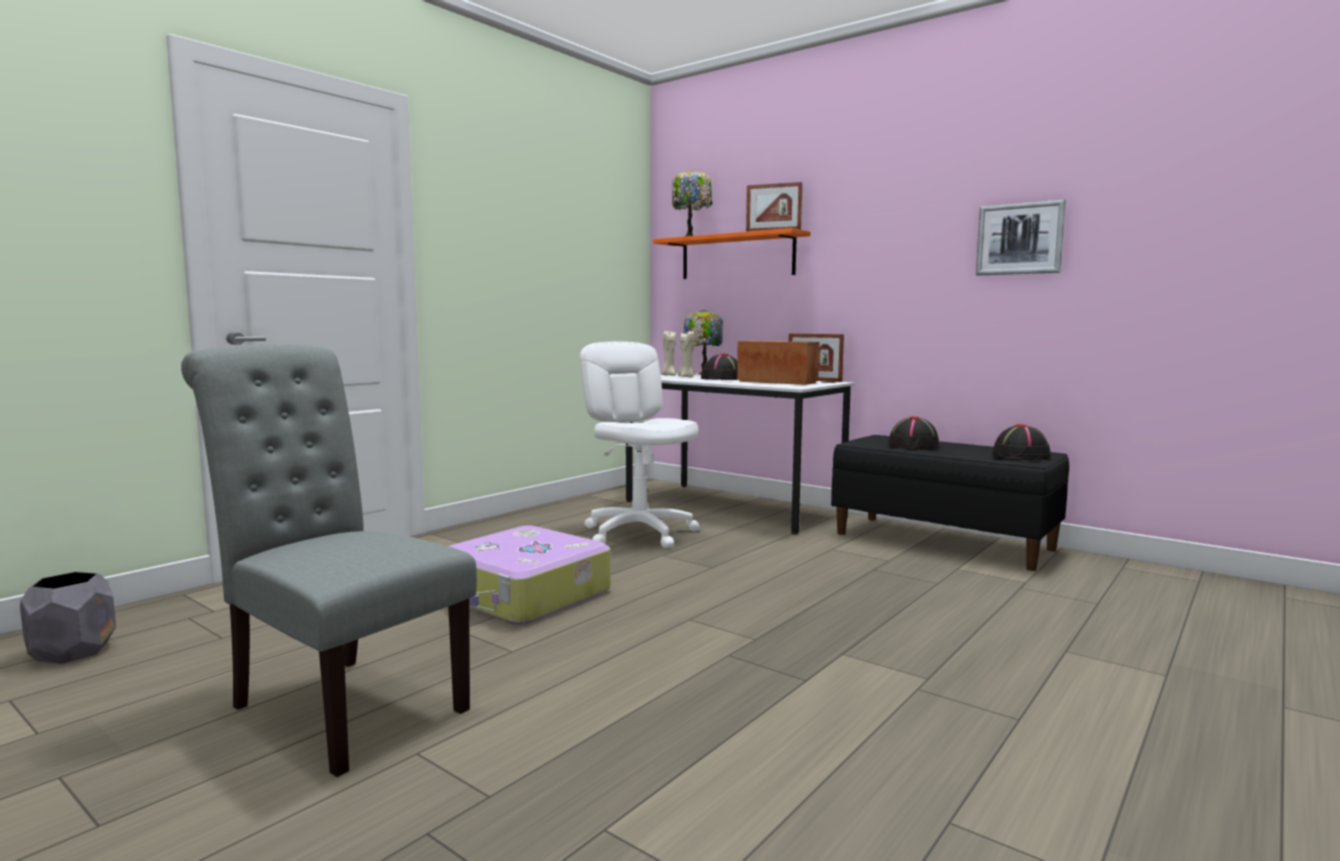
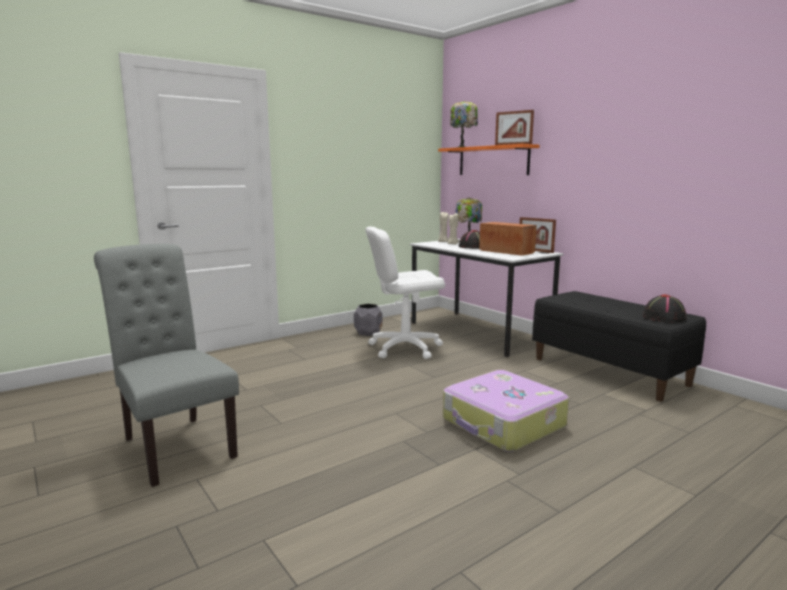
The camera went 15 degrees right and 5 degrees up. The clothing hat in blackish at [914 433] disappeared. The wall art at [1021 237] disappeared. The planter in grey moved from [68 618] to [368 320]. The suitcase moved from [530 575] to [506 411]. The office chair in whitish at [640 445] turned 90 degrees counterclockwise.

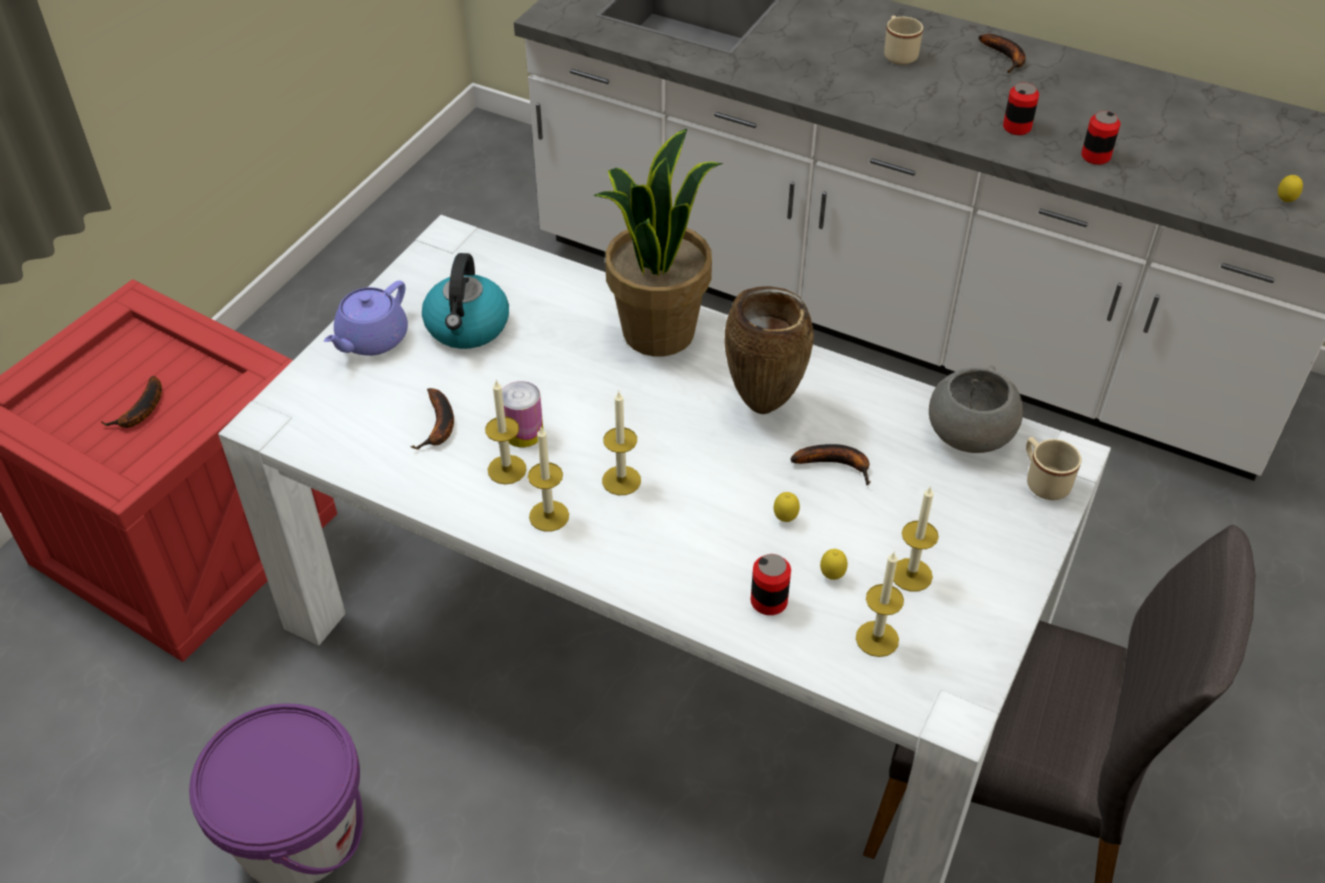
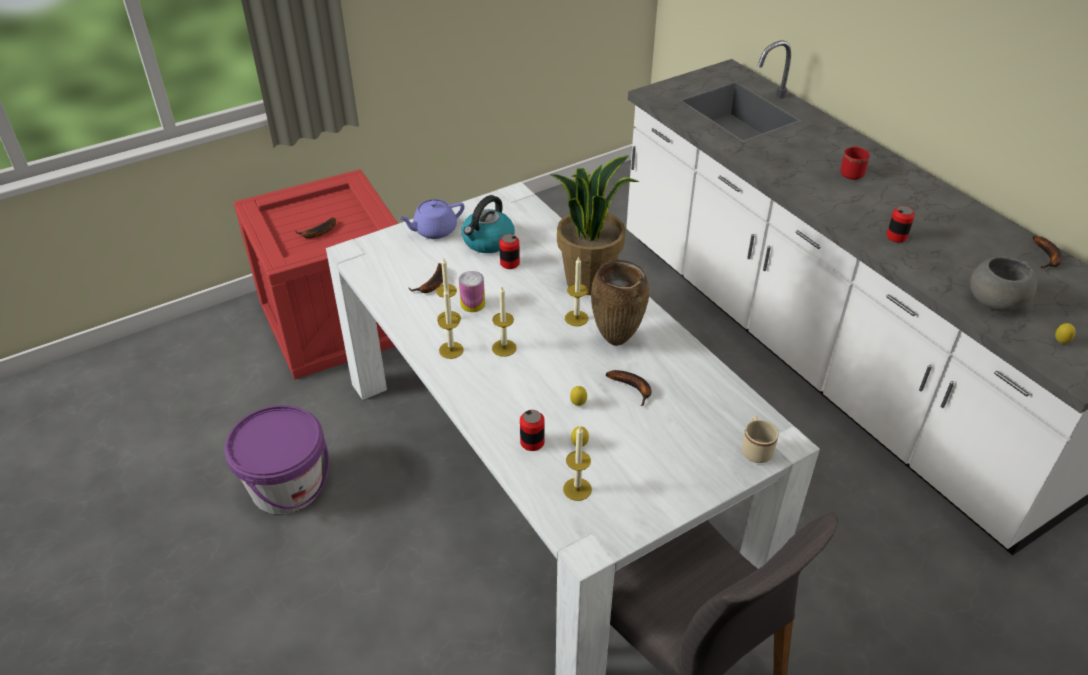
The camera went 30 degrees right and 5 degrees down. The wax light moved from [916 539] to [577 291]. The deep dish in grey moved from [976 409] to [1003 283]. The whole banana moved from [1002 53] to [1048 252]. The can moved from [1100 138] to [509 251]. The tea mug in sand-coloured at [903 40] became the tea mug in reddish at [855 163].

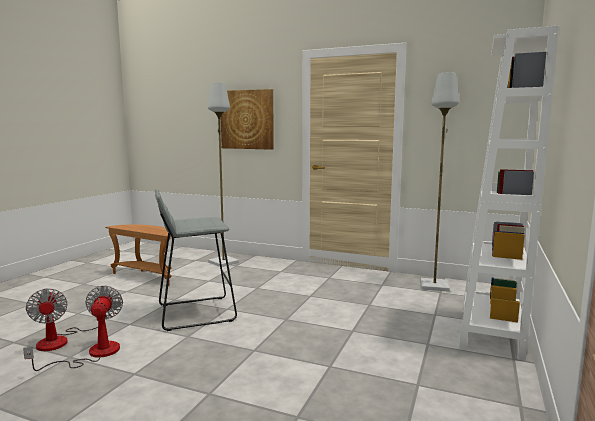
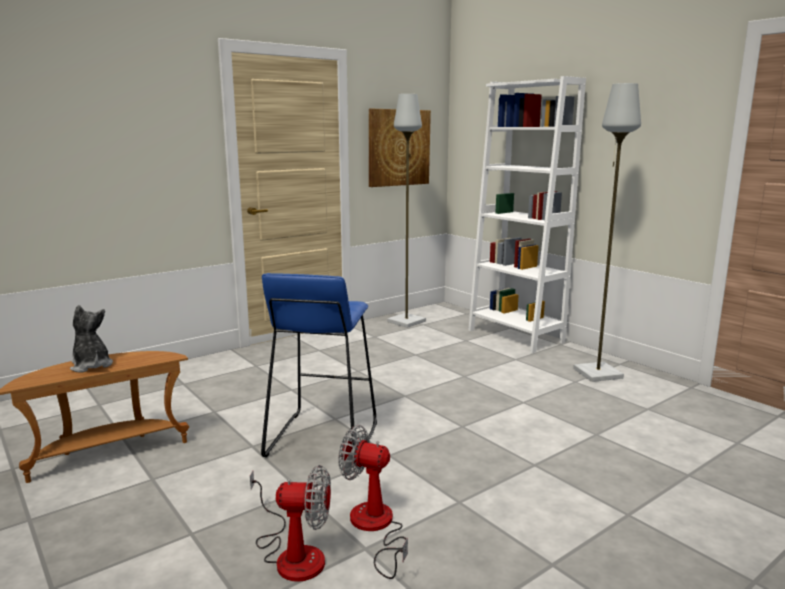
The camera went 60 degrees left and 5 degrees up. The plush toy at [91 338] appeared. The standard lamp in grey moved from [223 174] to [607 232]. The wall art moved from [247 119] to [400 148]. The sitting stool in grey at [196 260] became the sitting stool in bluish at [319 368].

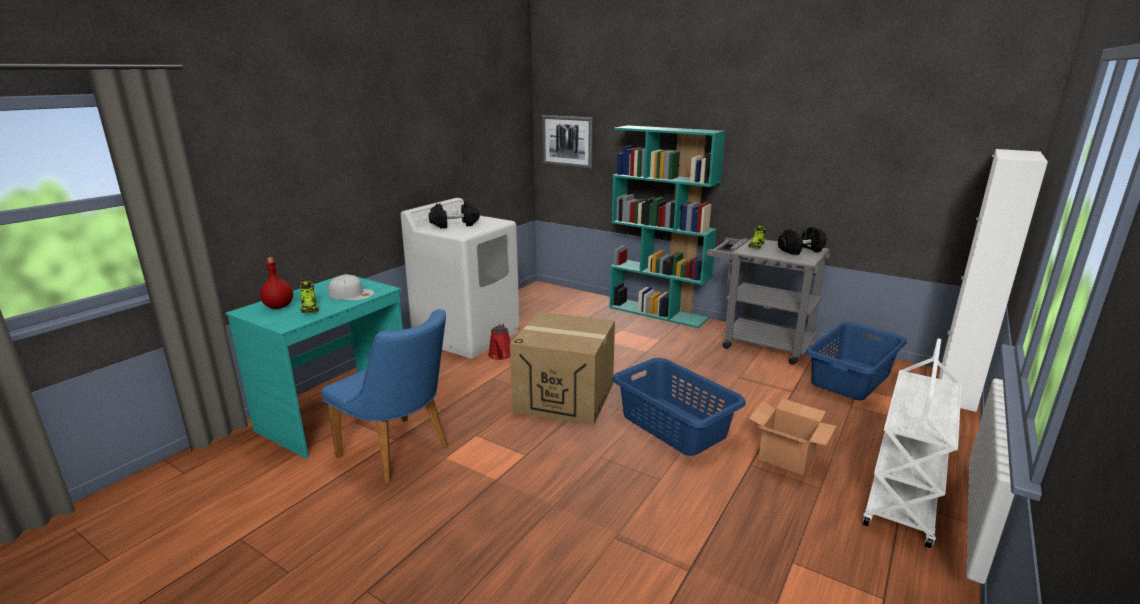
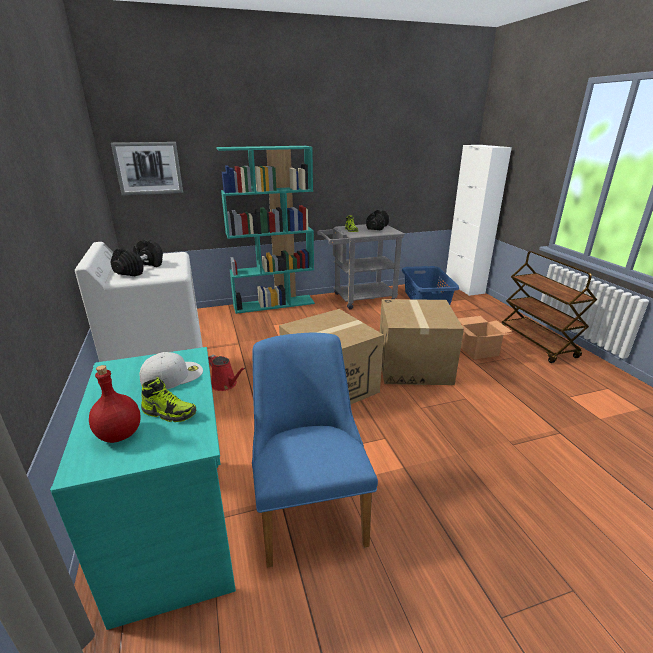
The camera went 50 degrees left and 5 degrees up. The washing basket in bluish at [679 407] was replaced by the carton at [422 342]. The trolley in whitish at [912 443] became the trolley in brown-coloured at [549 307]. The plain chair in bluish at [384 396] turned 90 degrees counterclockwise.

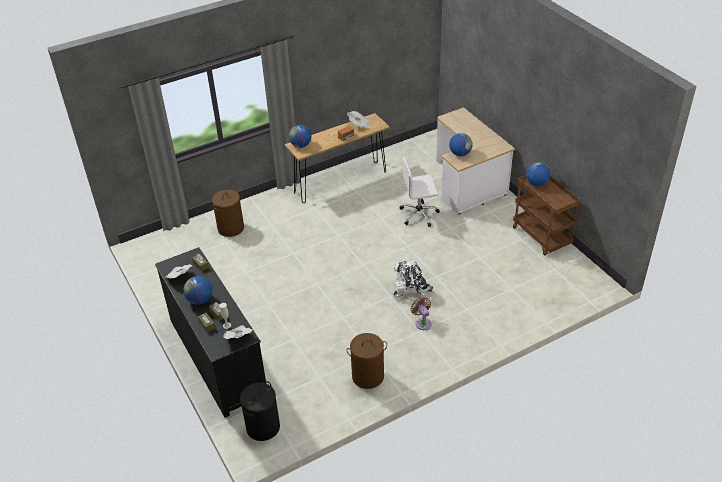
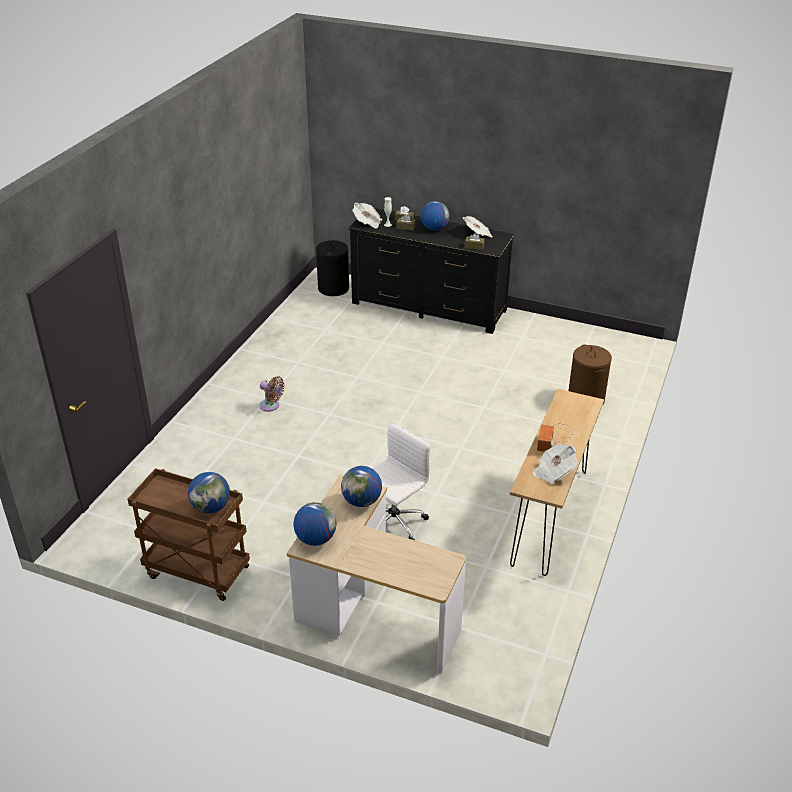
The camera went 140 degrees right and 5 degrees down. The washing basket in brown-coloured at [366 361] disappeared. The backpack in whitish at [413 282] disappeared. The world globe moved from [300 136] to [315 524].

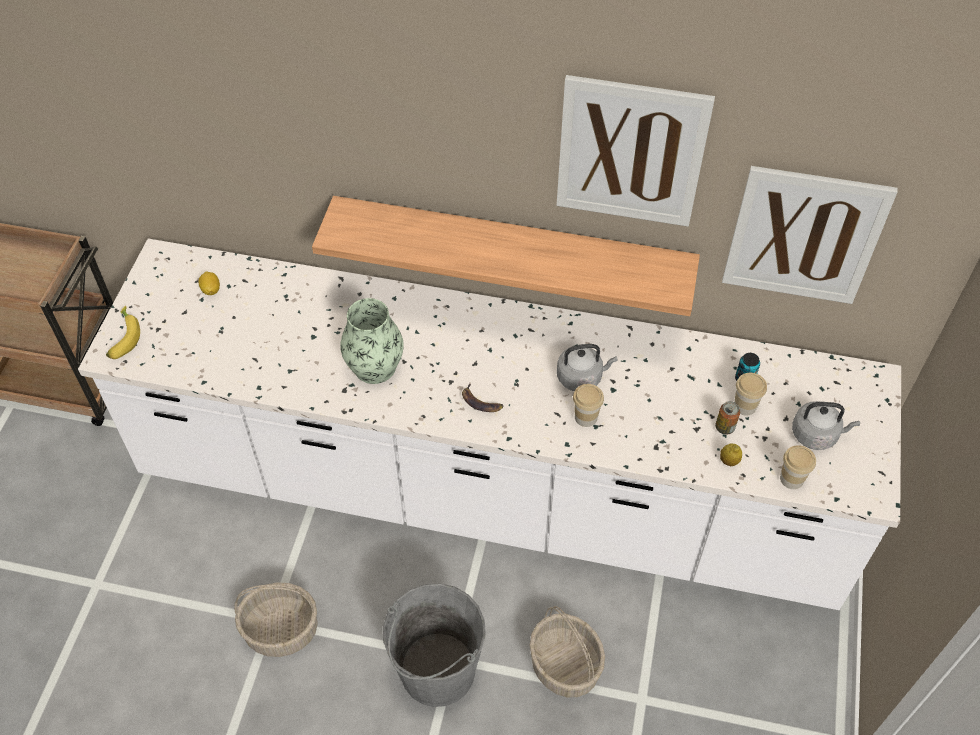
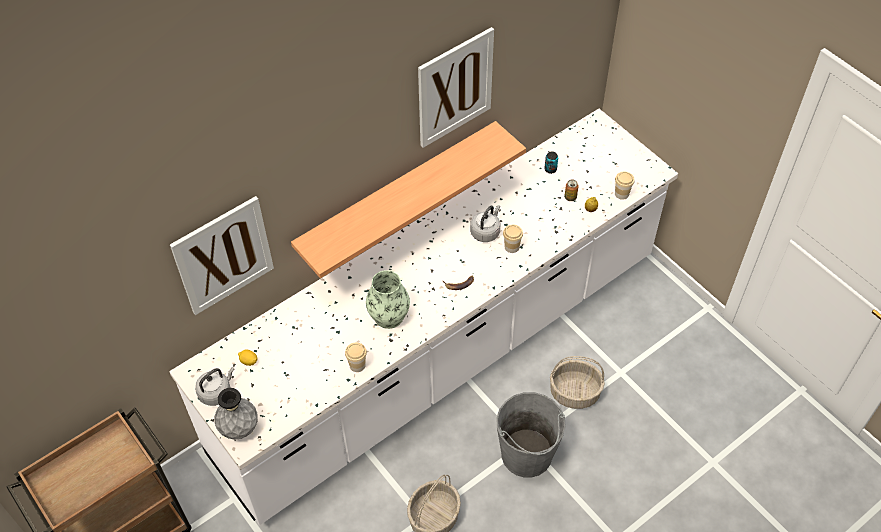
The camera went 50 degrees left and 0 degrees up. The wall art moved from [810 235] to [222 255]. The drinking cup moved from [750 394] to [356 357]. The tea kettle in grey moved from [826 425] to [215 386]. The whole banana at [123 332] was replaced by the vase in grey at [236 414].

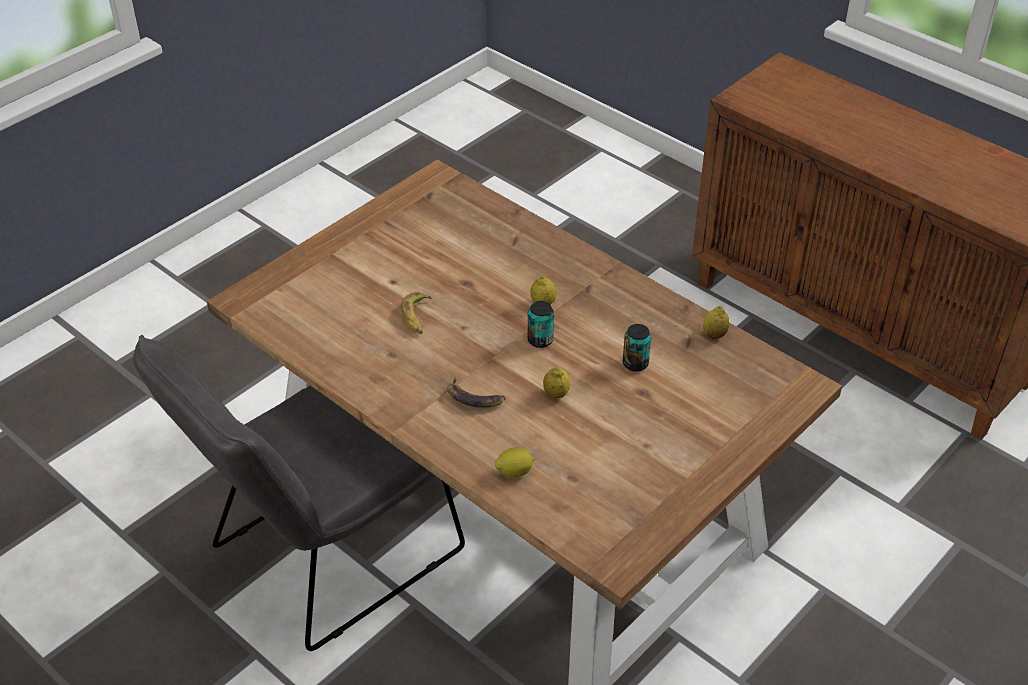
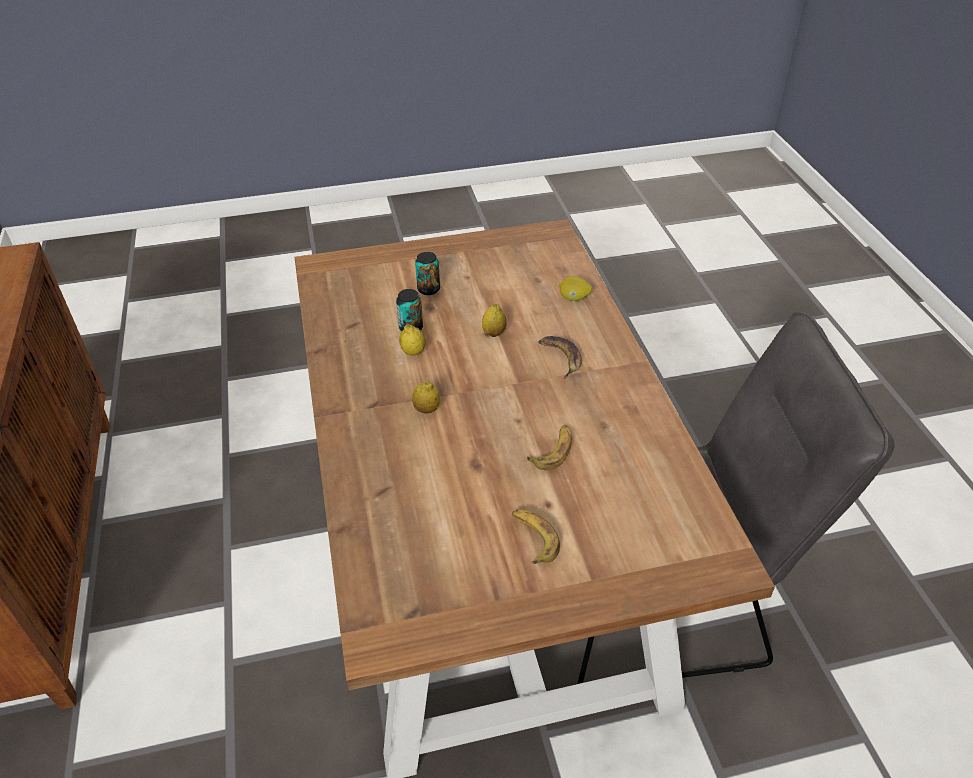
The camera went 145 degrees left and 0 degrees up. The whole banana at [536 536] appeared. The can moved from [541 324] to [427 273]. The lemon moved from [716 322] to [412 339].

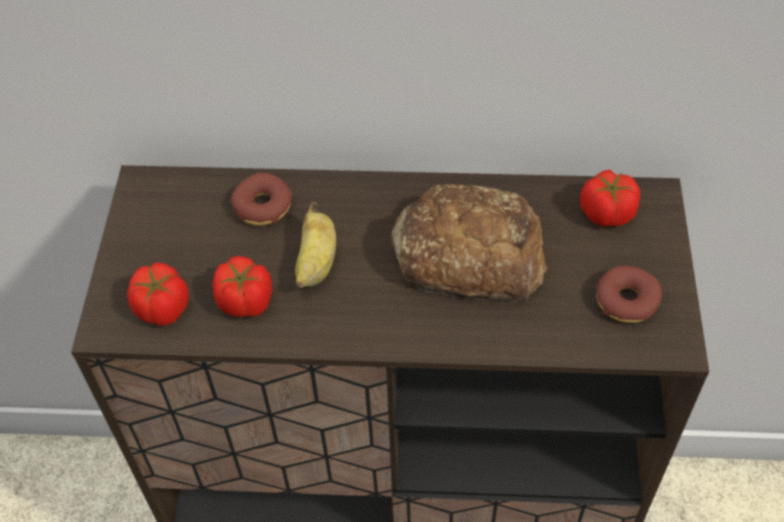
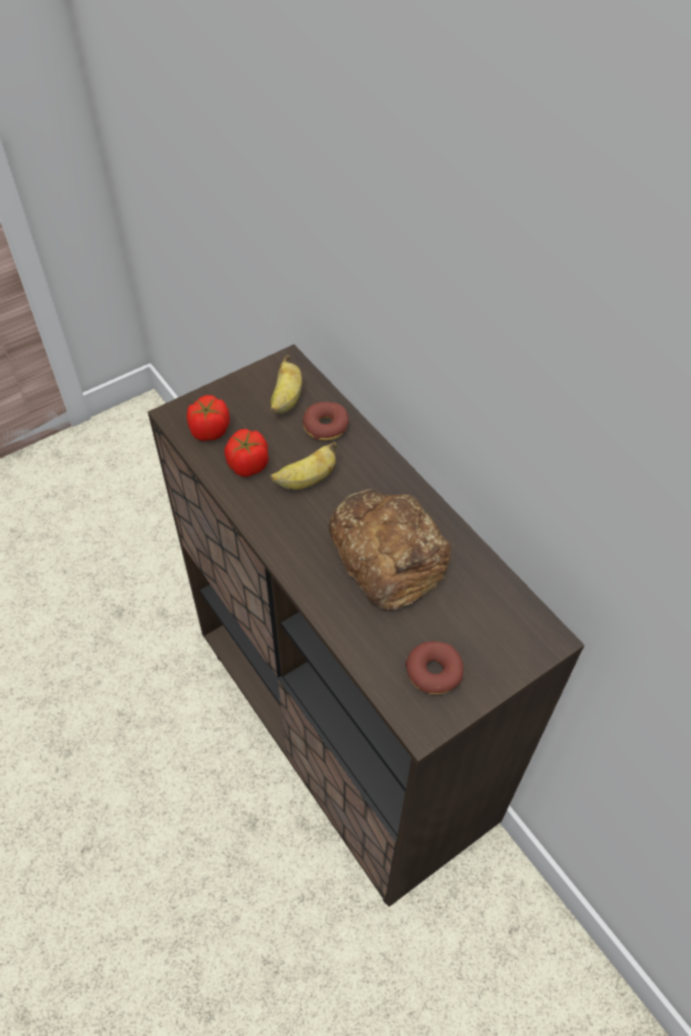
The camera went 50 degrees right and 0 degrees up. The whole tomato at [610 198] disappeared. The whole banana at [286 384] appeared.

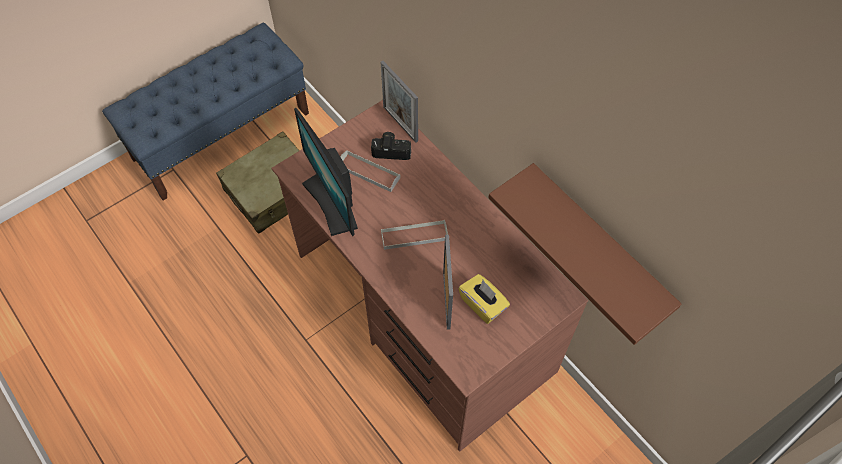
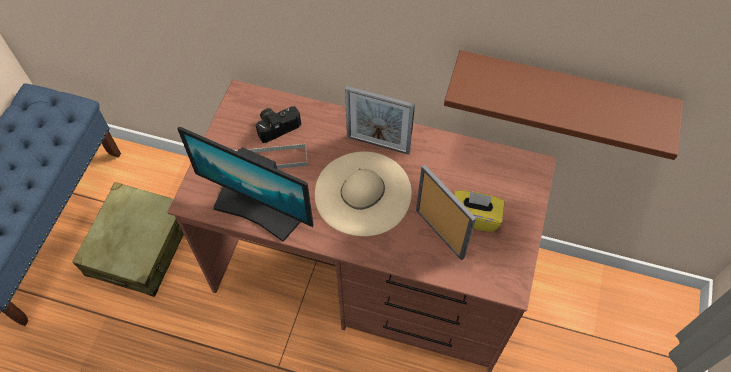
The camera went 35 degrees left and 0 degrees up. The standing frame moved from [399 102] to [380 120]. The tray in grey at [414 235] was replaced by the clothing hat in sand-coloured at [363 193].

